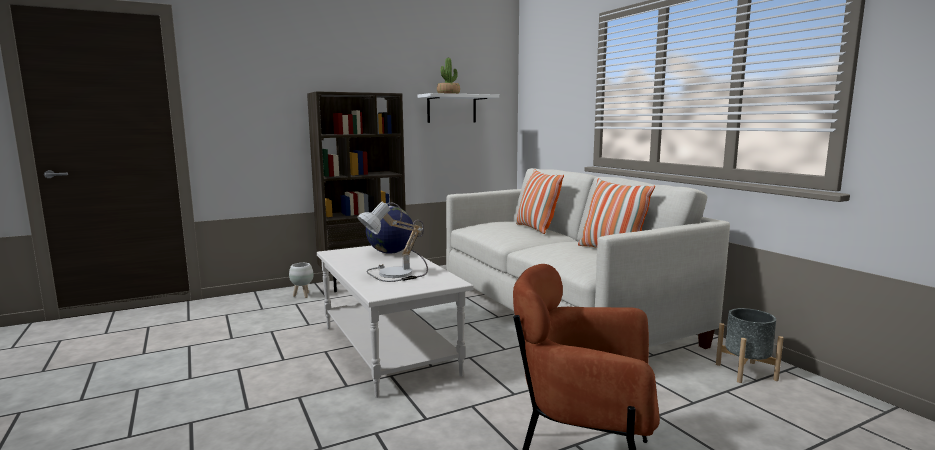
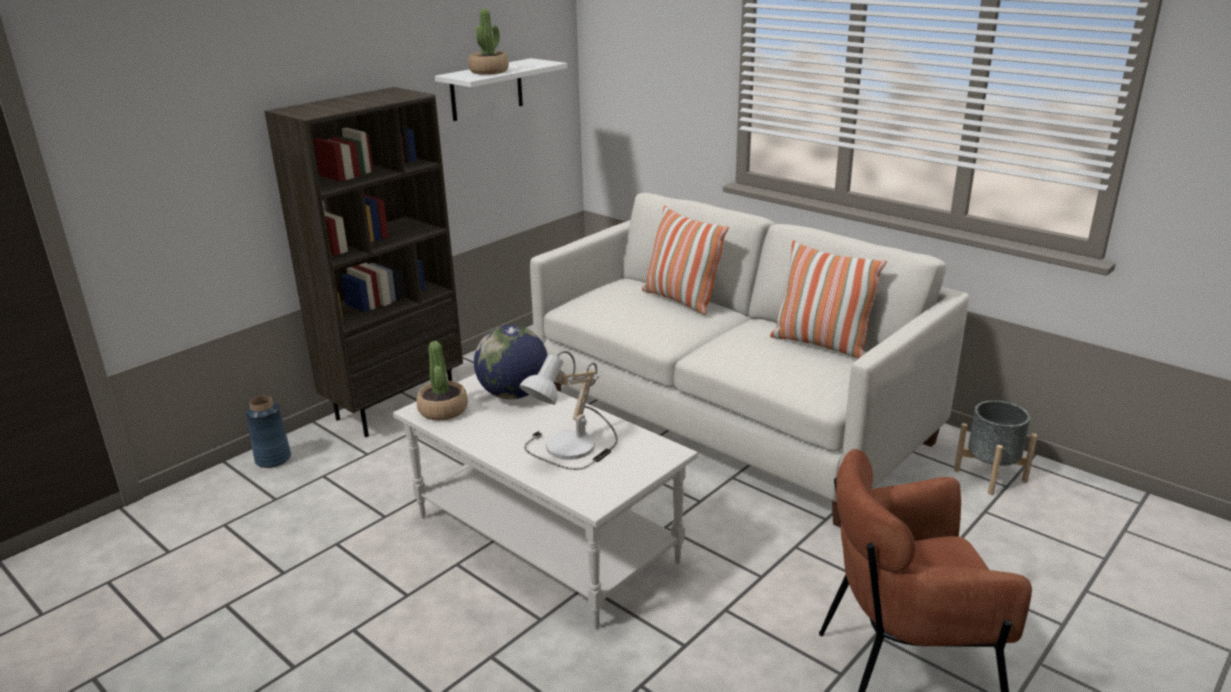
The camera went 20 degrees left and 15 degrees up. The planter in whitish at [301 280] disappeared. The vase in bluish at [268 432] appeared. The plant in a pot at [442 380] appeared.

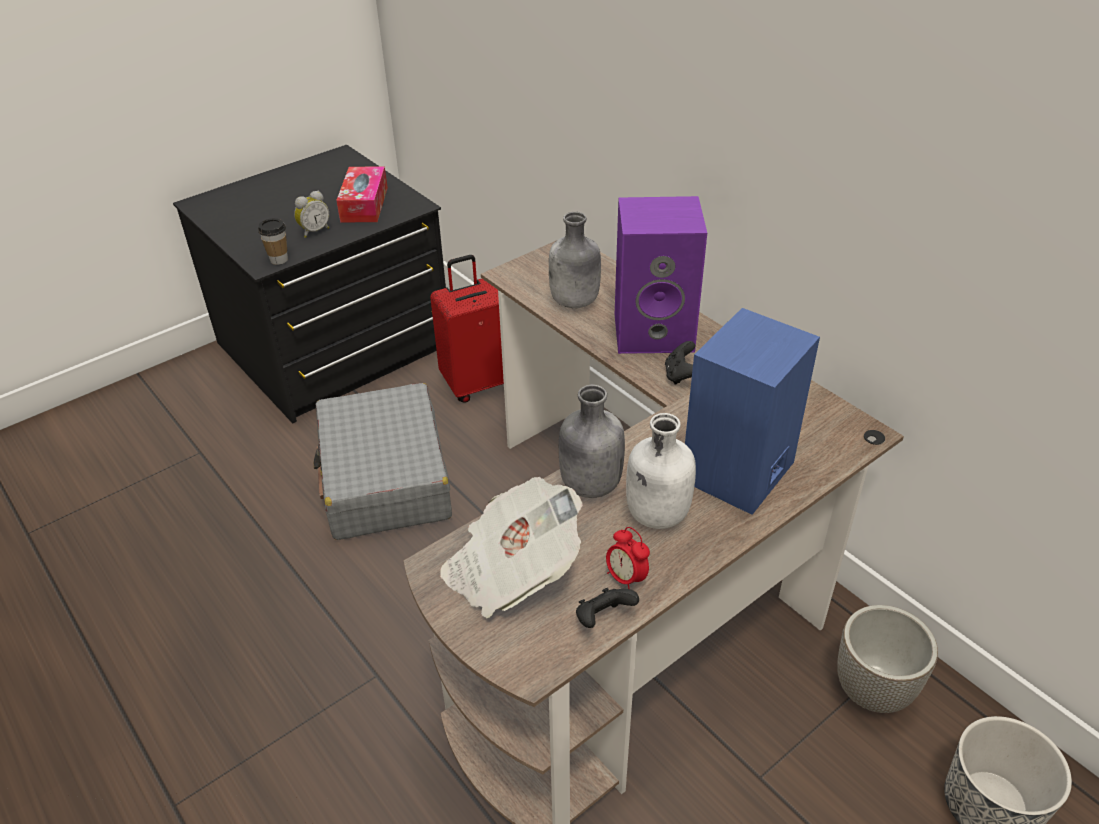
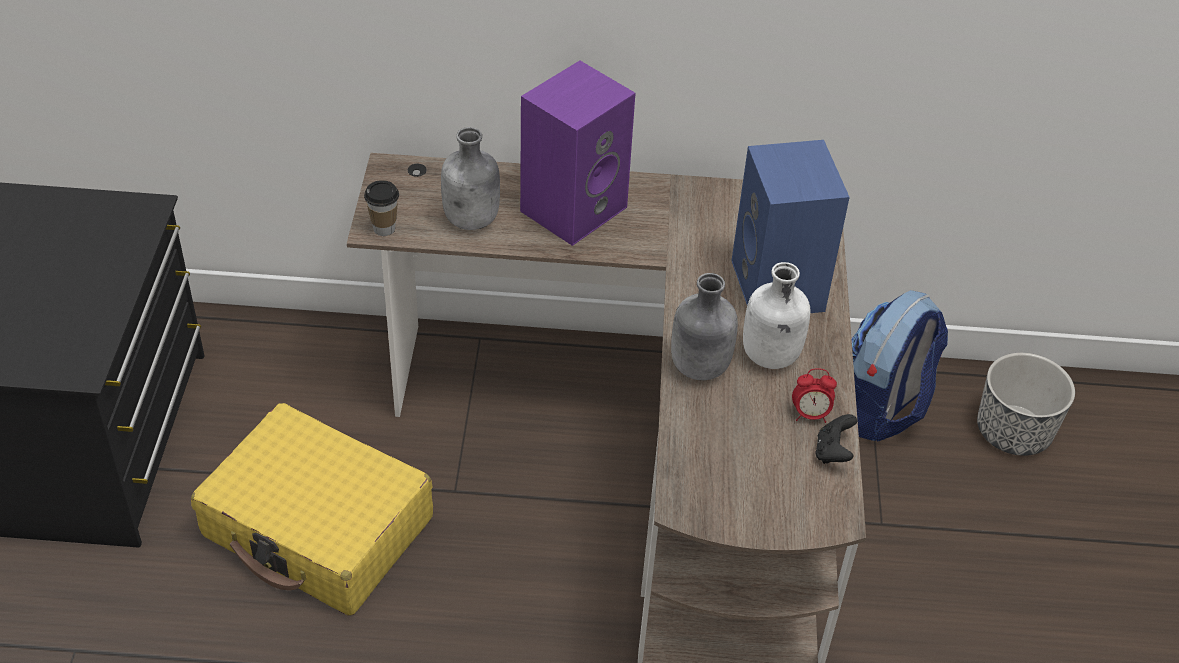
The camera went 50 degrees left and 5 degrees up. The alarm clock at [311 214] disappeared. The box of tissues at [362 194] disappeared. The suitcase in reddish at [467 329] disappeared. The printed paper at [511 547] disappeared. The game controller in blackish at [680 363] disappeared. The drinking cup moved from [273 241] to [381 208]. The planter at [887 659] was replaced by the backpack at [900 365]. The suitcase in grey at [383 461] became the suitcase in yellow-coloured at [312 509].

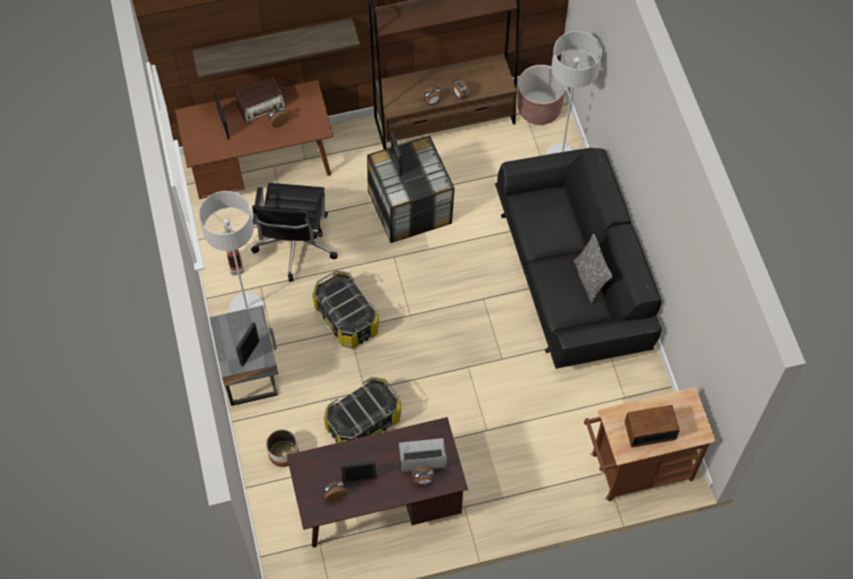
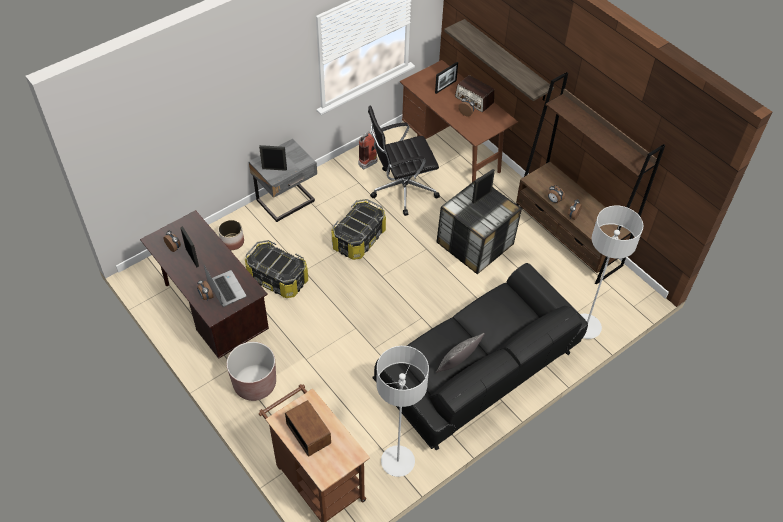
The camera went 65 degrees right and 10 degrees down. The standard lamp in grey moved from [231 252] to [402 411]. The planter in brown-coloured moved from [542 95] to [251 371].

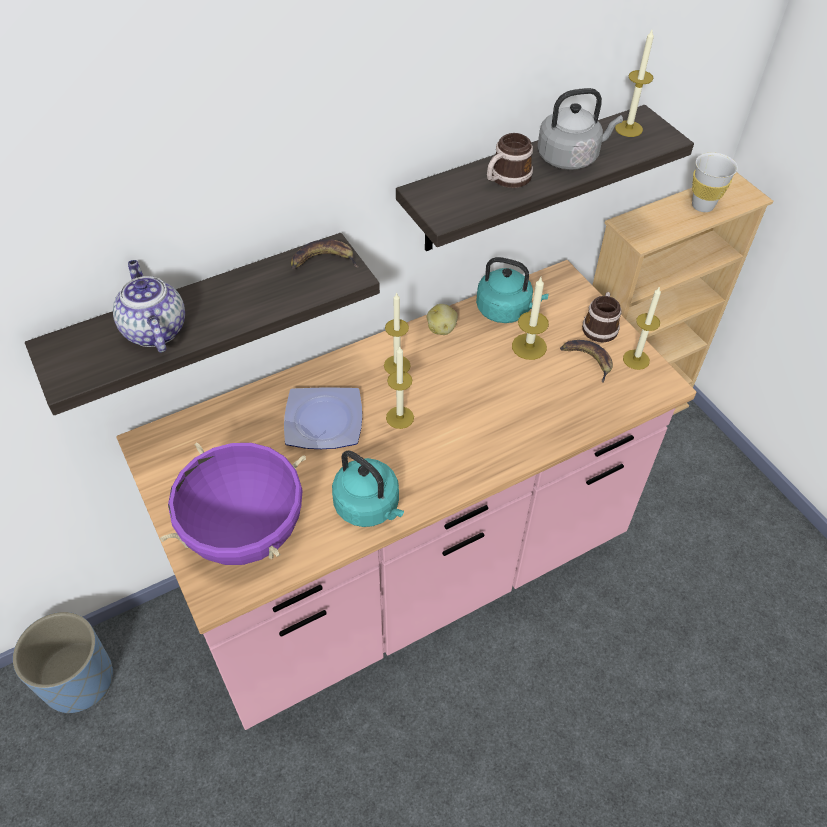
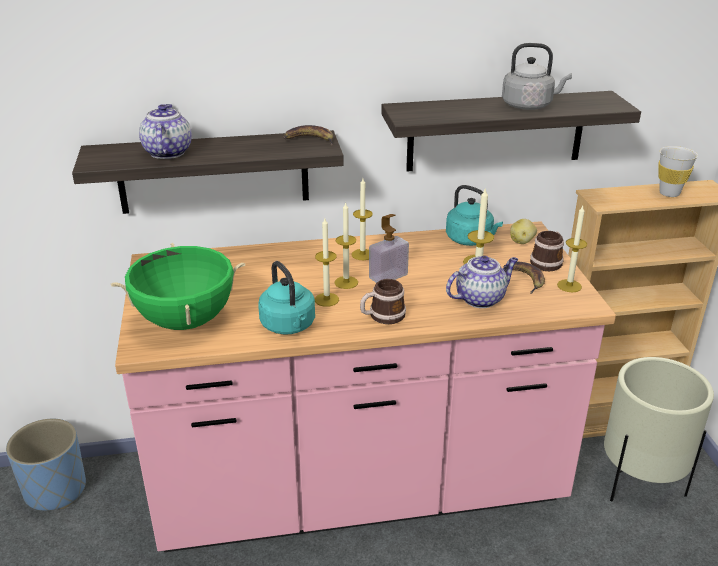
The camera went 20 degrees right and 20 degrees down. The dinner plate at [323 418] disappeared. The liquid soap bottle at [389 248] appeared. The teapot at [482 282] appeared. The planter in sand-coloured at [659 429] appeared. The spud moved from [442 319] to [523 231]. The tea mug moved from [510 160] to [383 301]. The wax light moved from [634 82] to [327 262]. The stockpot in purple at [233 503] became the stockpot in green at [178 286].

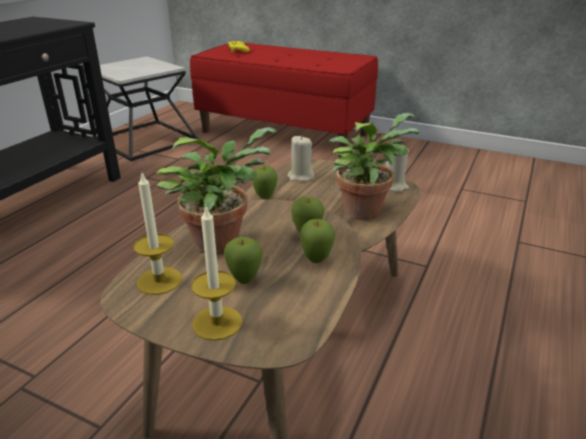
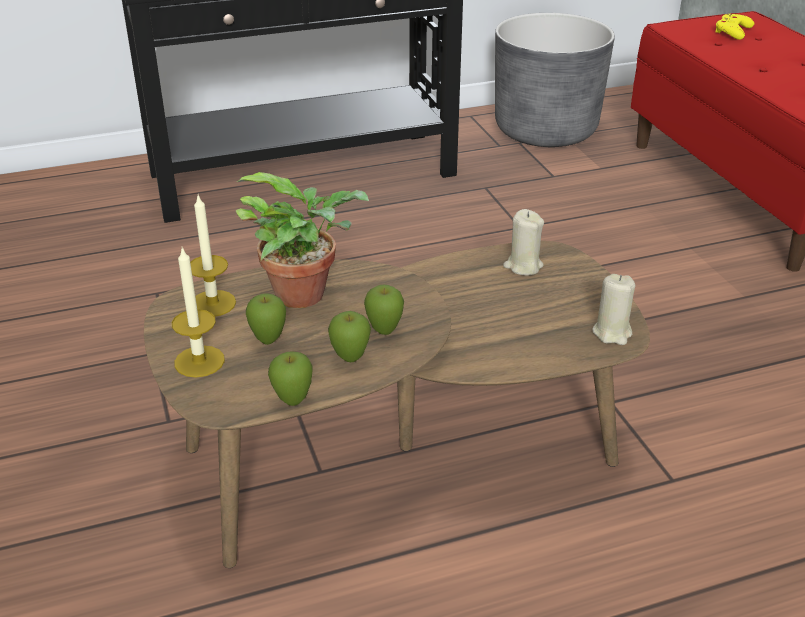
The camera went 45 degrees right and 5 degrees up. The plant in a pot at [373 166] disappeared. The apple fruit moved from [265 182] to [290 378]. The end table at [141 109] was replaced by the planter in grey at [555 80].

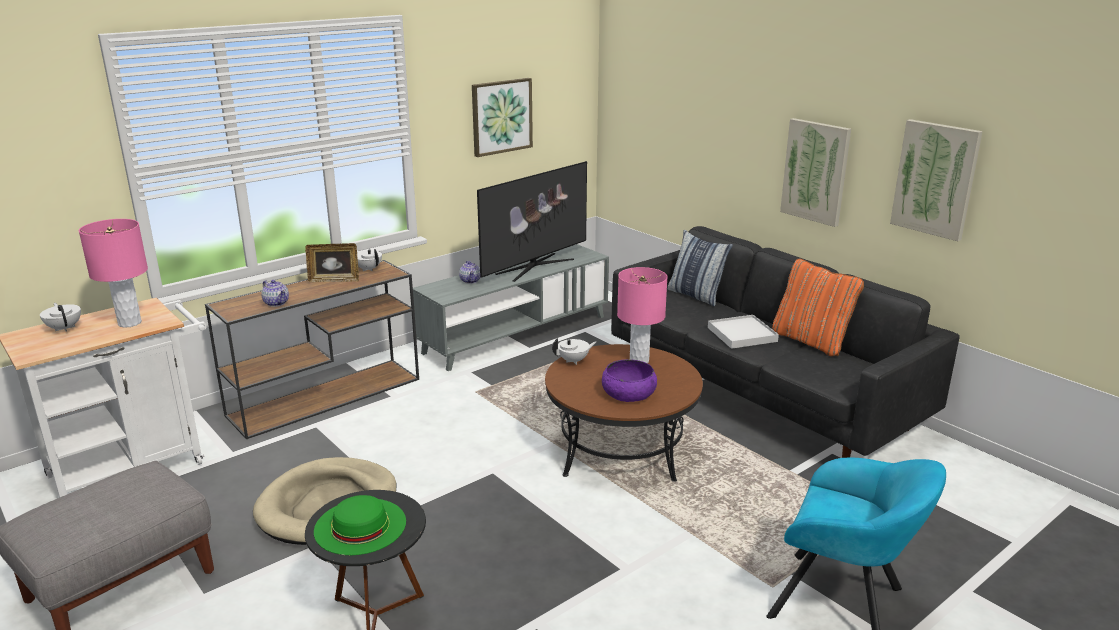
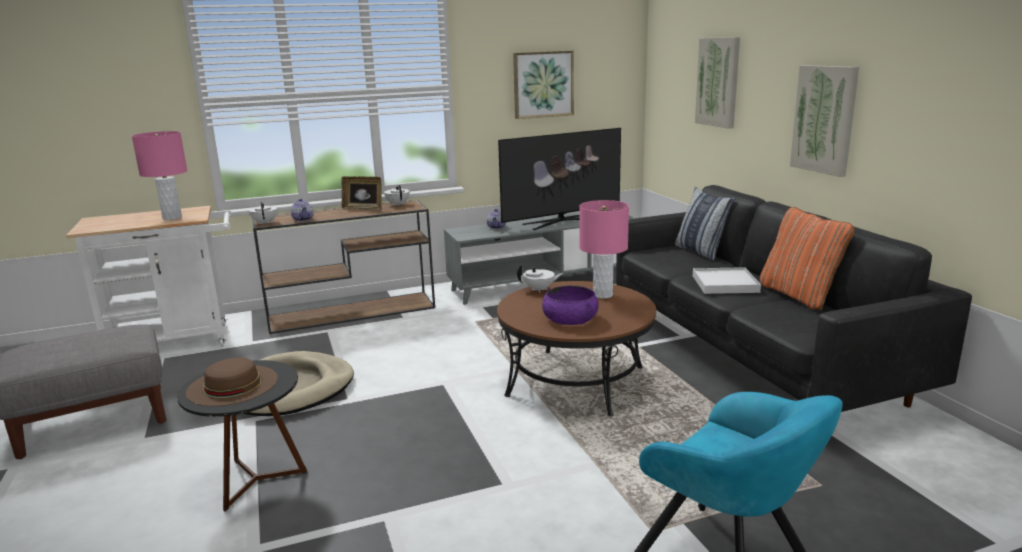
The camera went 20 degrees right and 5 degrees down. The teapot in whitish moved from [60 317] to [263 213]. The wall art moved from [936 180] to [717 83]. The clothing hat in green at [360 525] became the clothing hat in brown-coloured at [232 382].

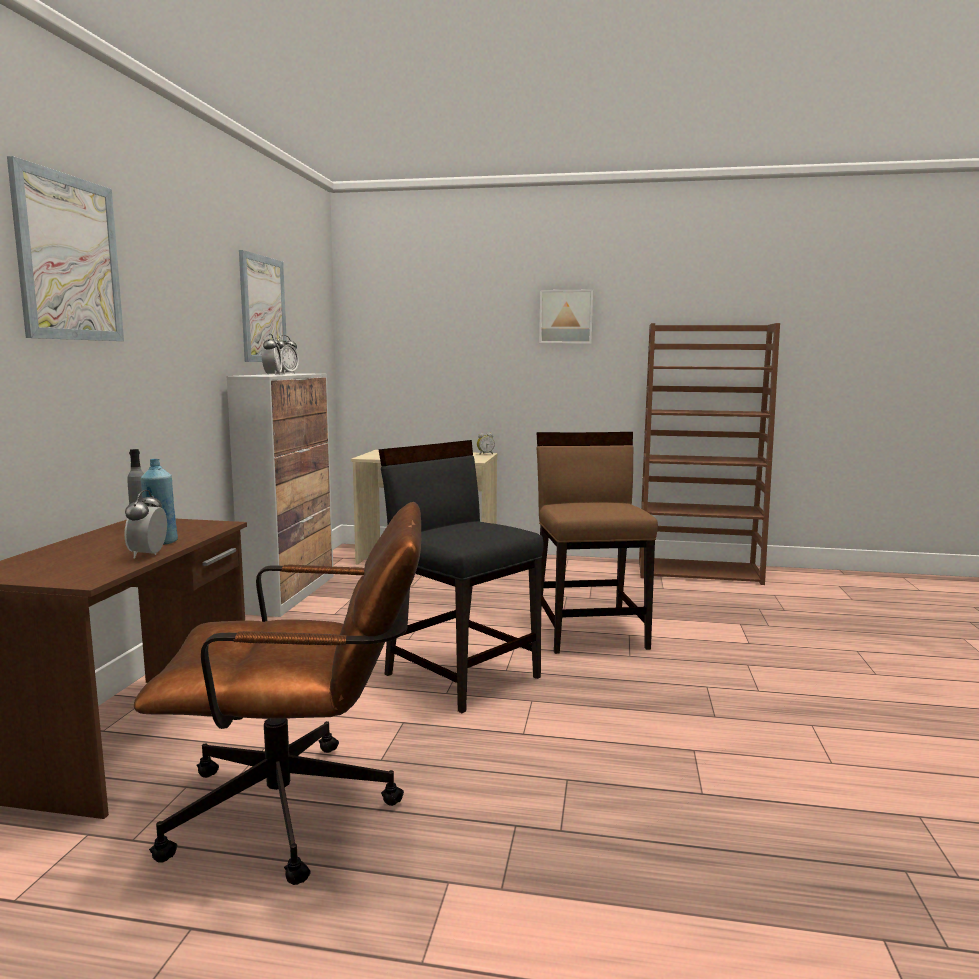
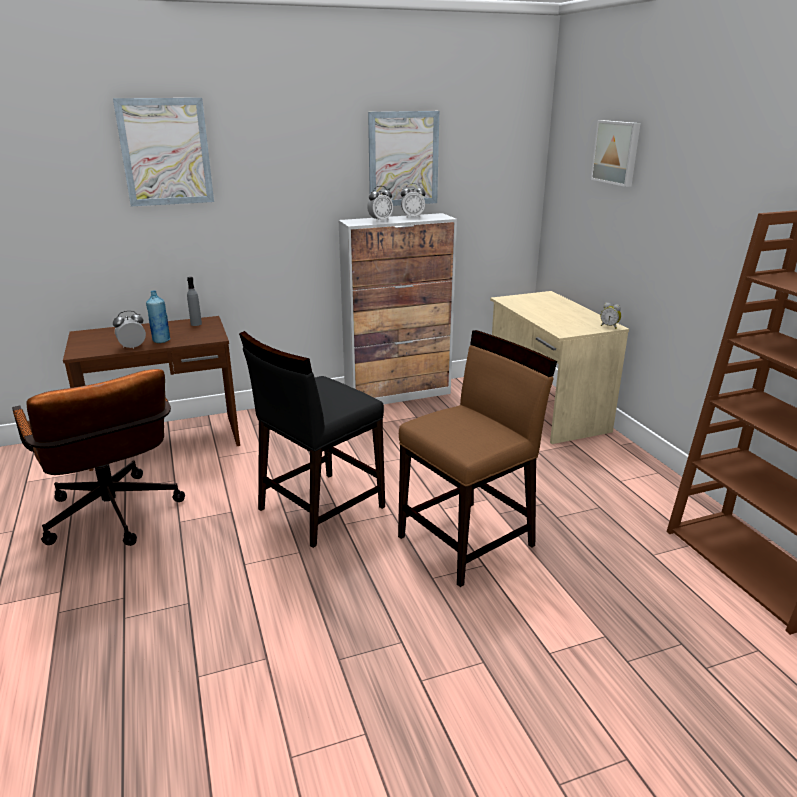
The camera went 60 degrees right and 15 degrees up. The wall art moved from [566 317] to [615 153]. The plain chair in blackish at [461 576] turned 150 degrees counterclockwise.

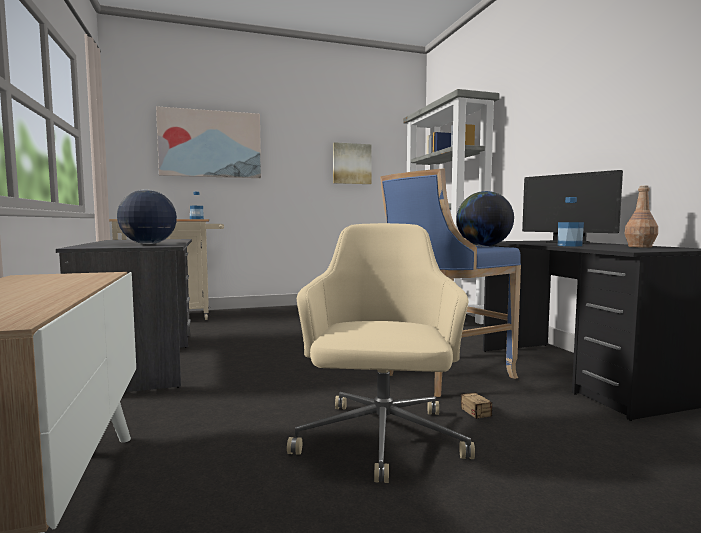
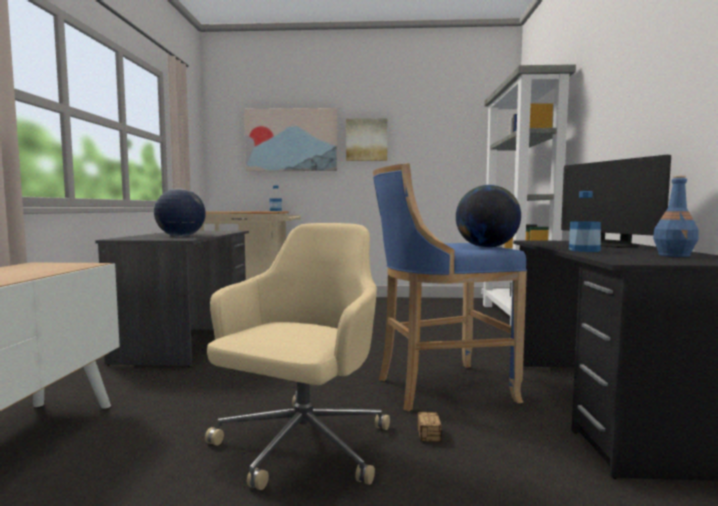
The camera went 20 degrees right and 0 degrees up. The wall art moved from [352 163] to [366 139]. The drink bottle in brown-coloured at [641 216] became the drink bottle in bluish at [676 216].

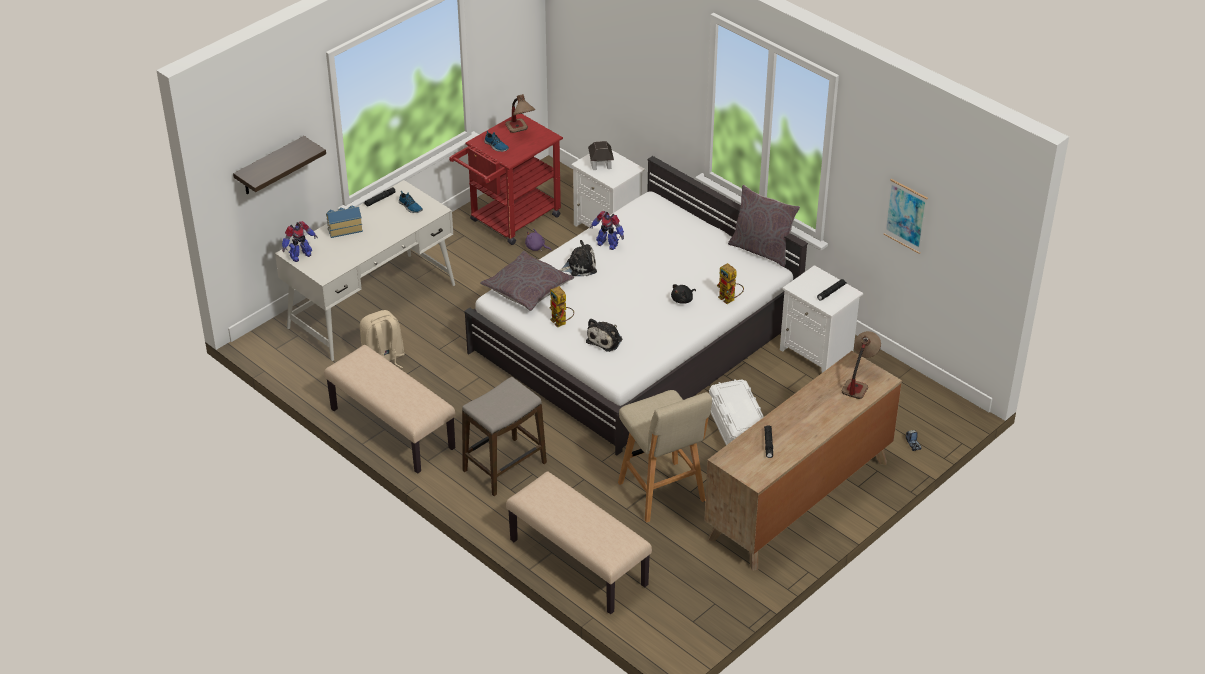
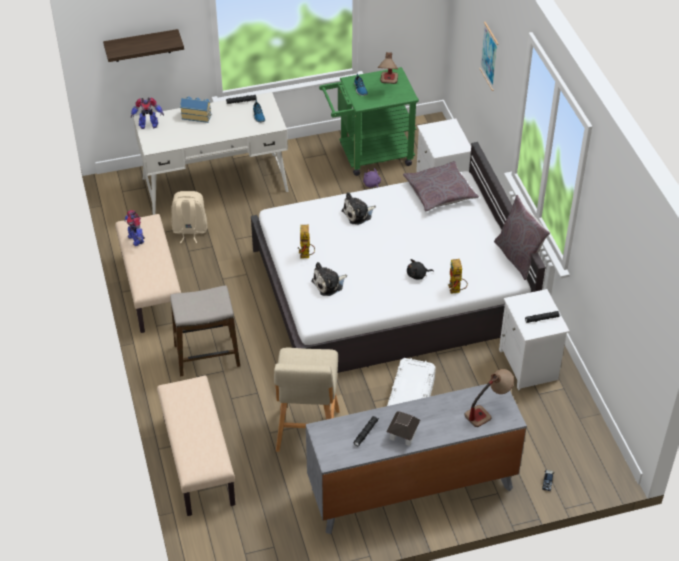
The camera went 30 degrees right and 5 degrees up. The pillow in grey moved from [527 281] to [441 186]. The toy house moved from [601 155] to [403 429]. The toy robot moved from [607 230] to [134 228]. The wall art moved from [906 216] to [488 56]. The trolley in reddish at [506 179] became the trolley in green at [369 121]. The drawer chest in brown-coloured at [803 461] became the drawer chest in grey at [416 459]. The plush toy at [578 258] turned 135 degrees clockwise.

